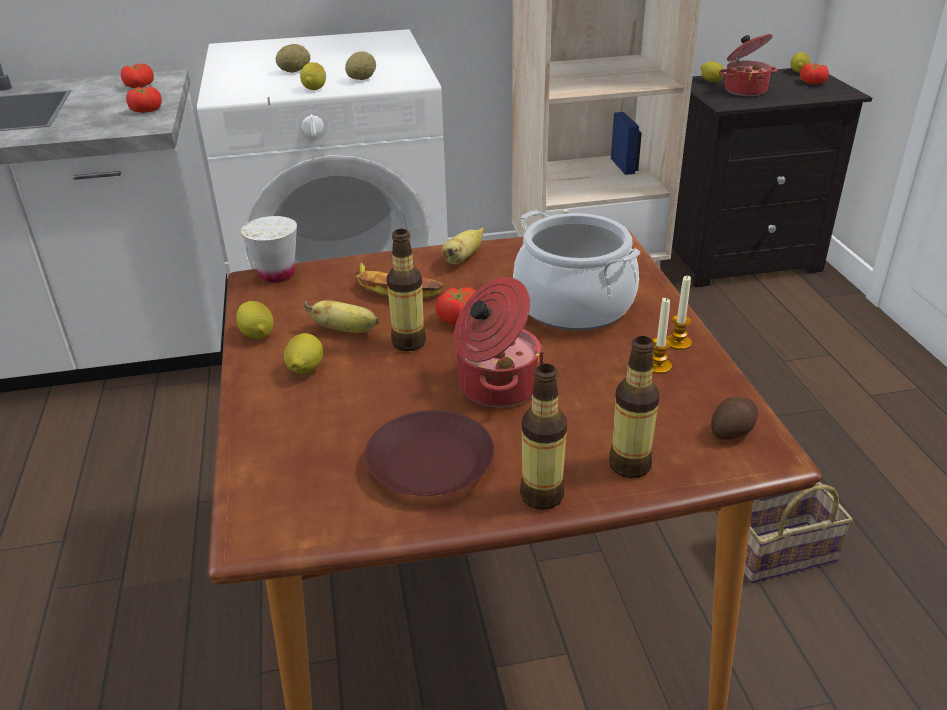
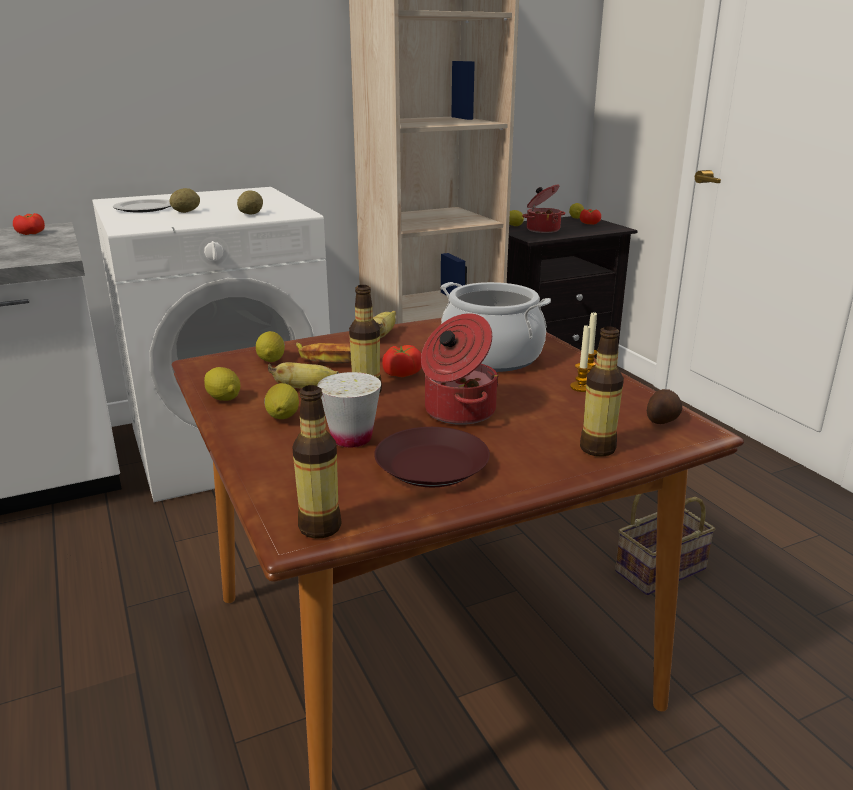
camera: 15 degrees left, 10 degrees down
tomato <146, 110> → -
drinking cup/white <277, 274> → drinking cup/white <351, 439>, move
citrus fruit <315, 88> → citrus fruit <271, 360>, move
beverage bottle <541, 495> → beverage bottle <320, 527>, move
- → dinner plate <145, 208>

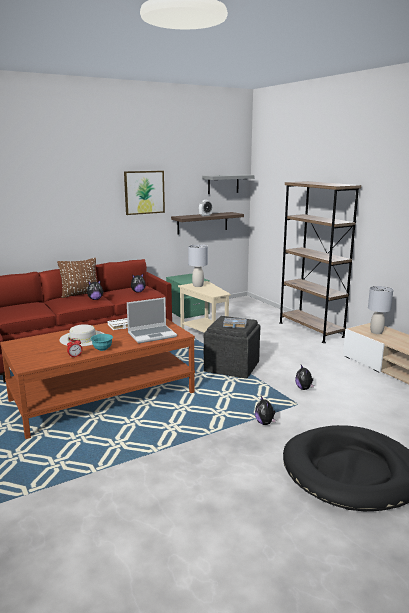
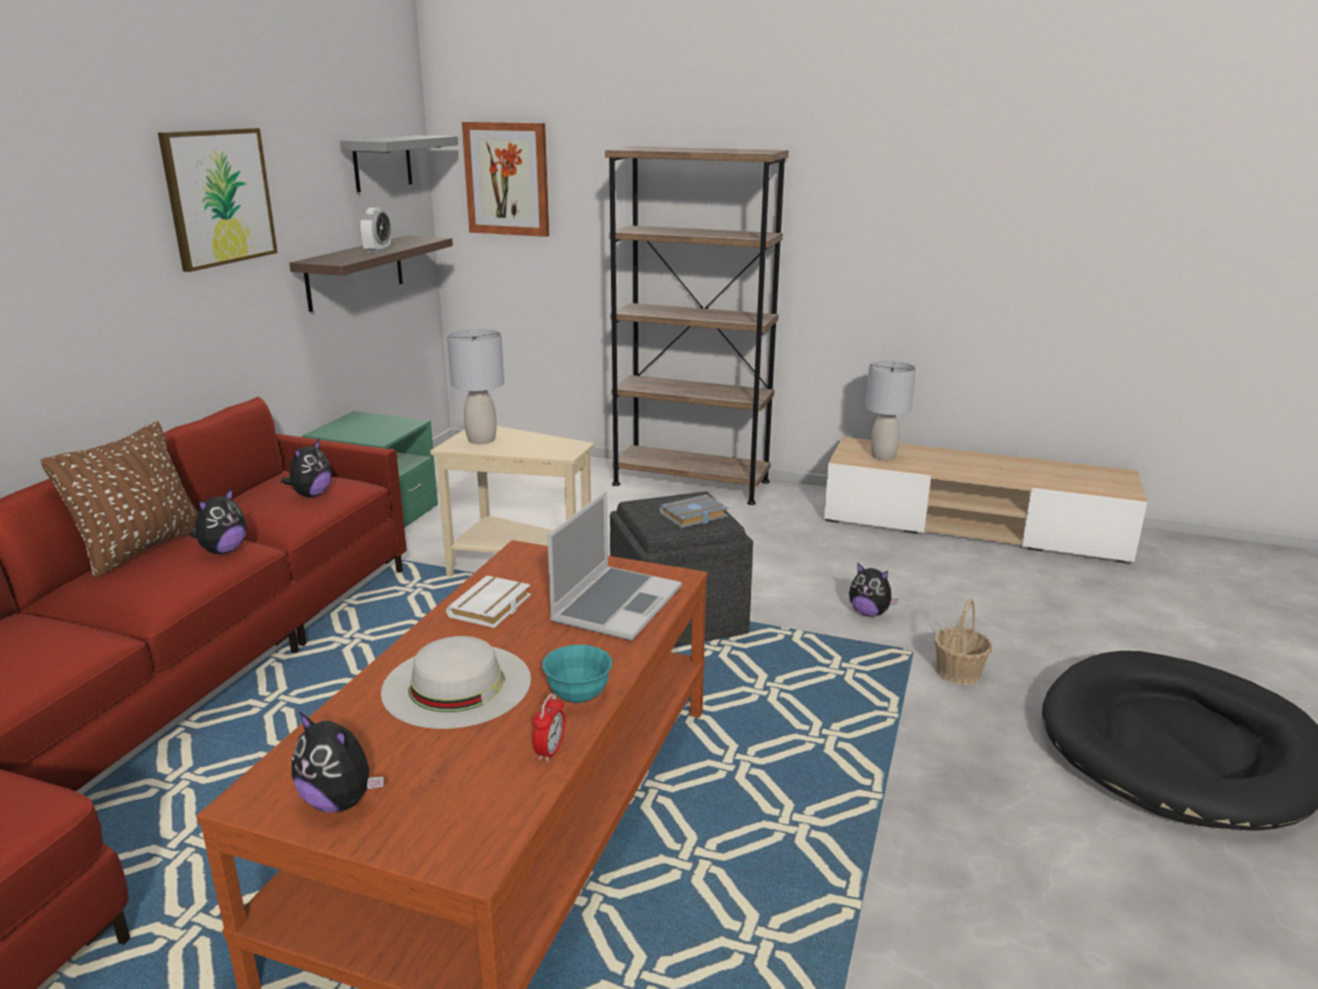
camera: 40 degrees left, 5 degrees up
cuddly toy <265, 423> → cuddly toy <340, 801>, move
- → wall art <507, 179>
- → household basket <958, 672>

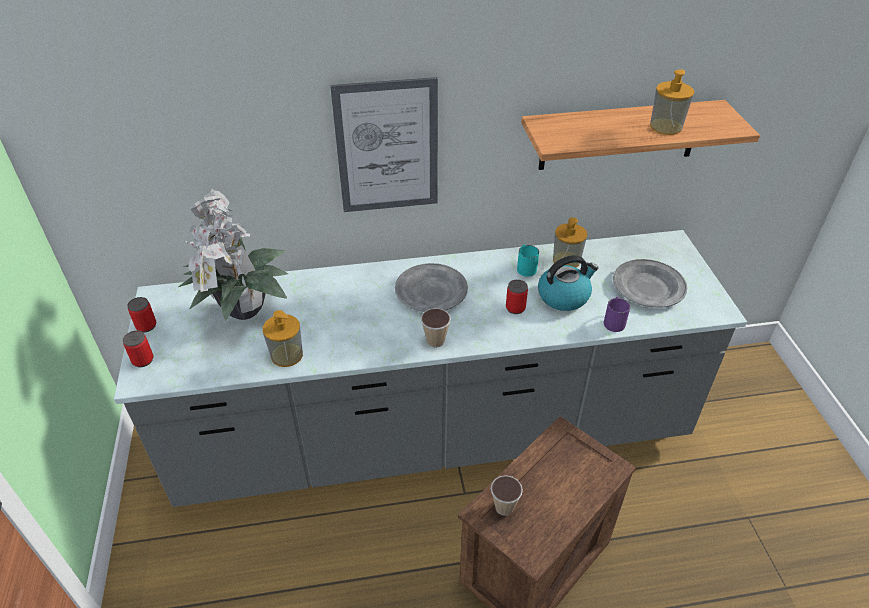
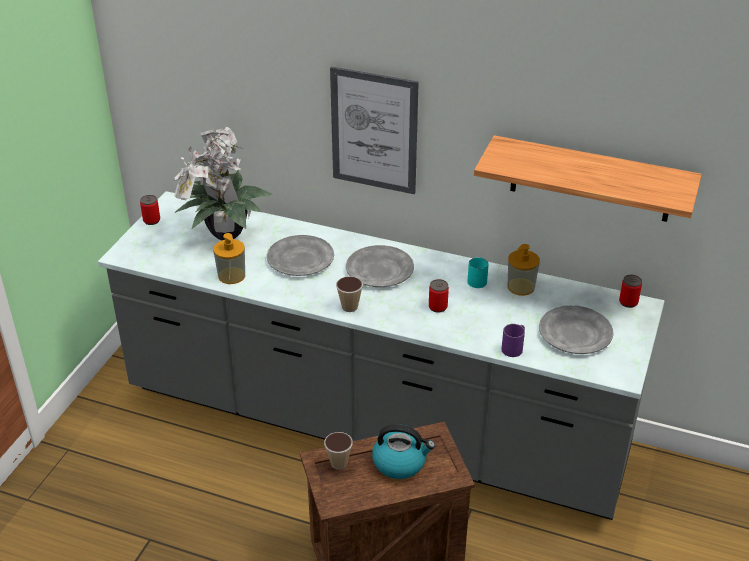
camera: 30 degrees right, 5 degrees down
metal can <143, 360> → metal can <628, 302>, move
tea kettle <564, 296> → tea kettle <400, 462>, move
soap bottle <666, 127> → -
- → dinner plate/greyish <300, 259>

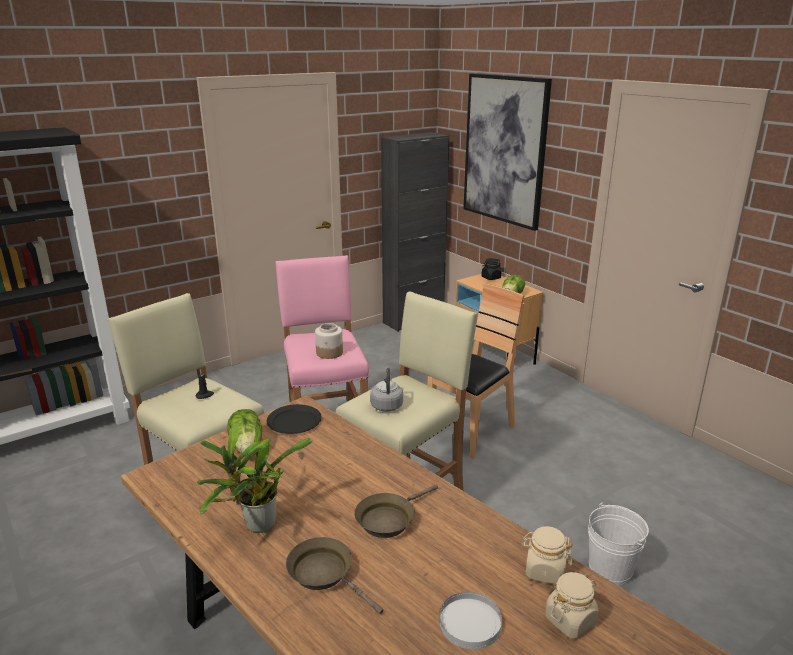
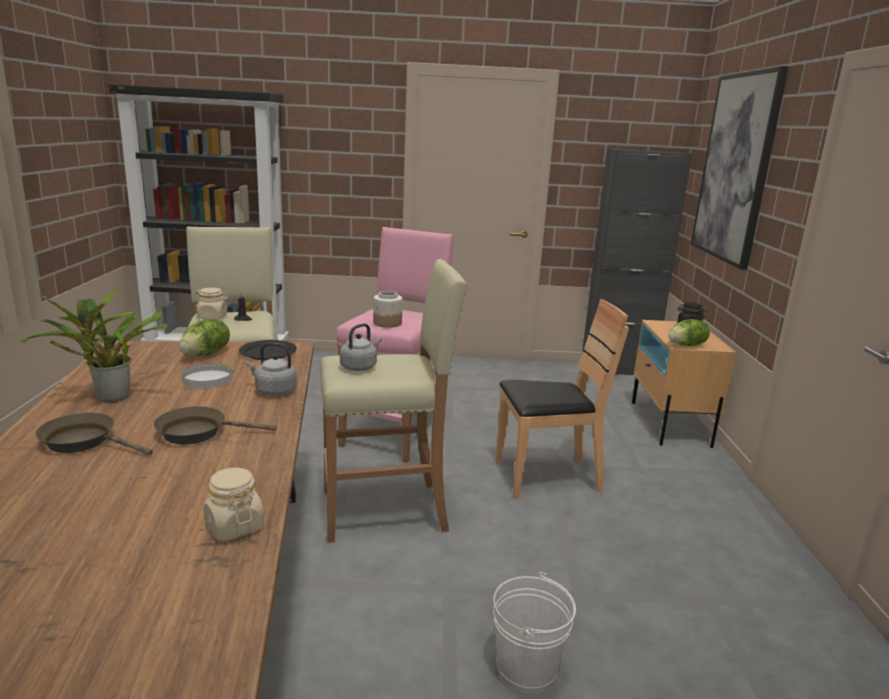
camera: 35 degrees right, 5 degrees down
frying pan/brown-coloured <325, 574> → frying pan/brown-coloured <84, 441>, 60 degrees counterclockwise
dinner plate/white <470, 623> → dinner plate/white <207, 378>, move
preserve jar/sand-coloured <570, 620> → preserve jar/sand-coloured <212, 317>, move
- → tea kettle/greyish <273, 391>

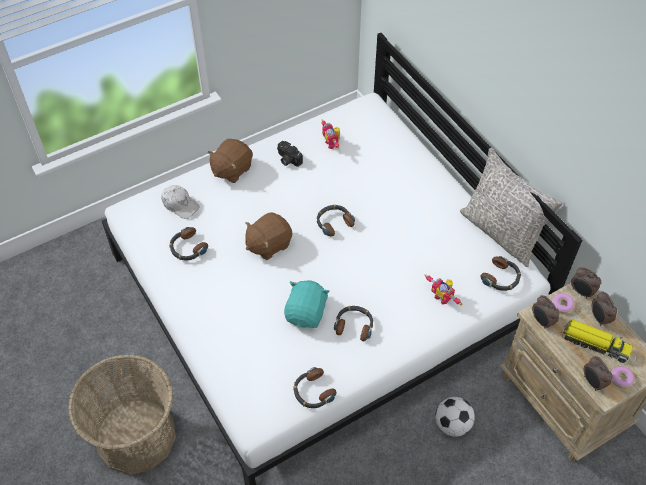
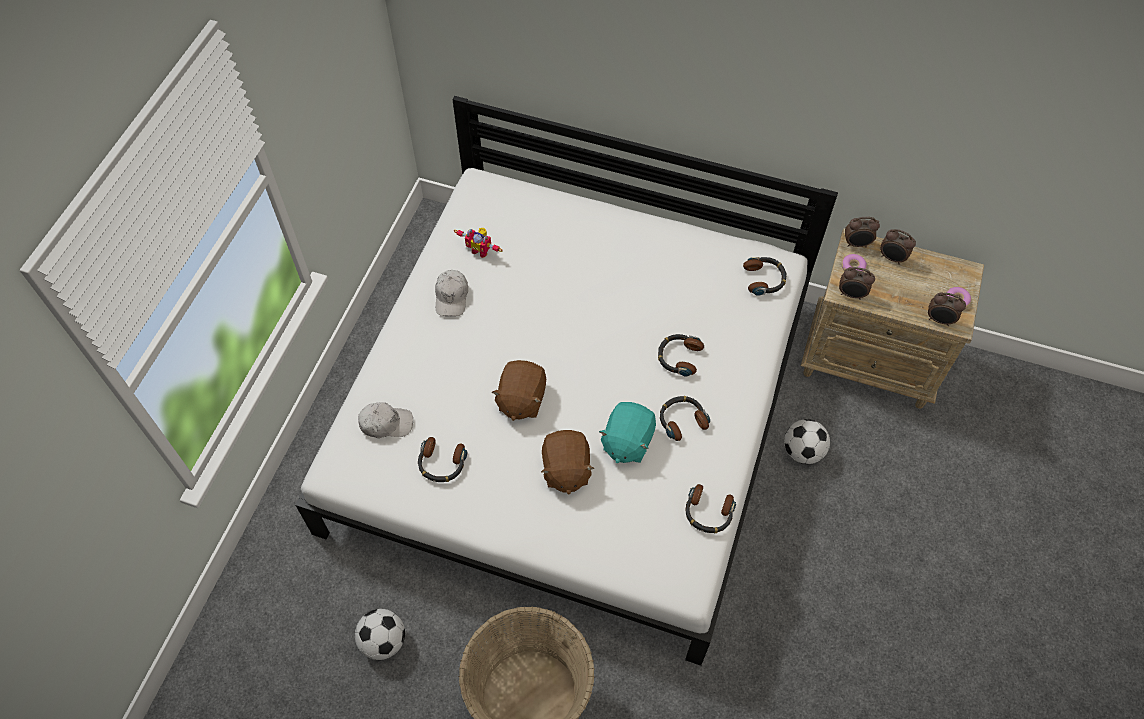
camera: 40 degrees left, 5 degrees up
cuddly toy/brown-coloured <231, 169> → cuddly toy/brown-coloured <565, 470>, move
still camera <287, 159> → baseball cap/white <452, 297>
cuddly toy/blue-green <306, 313> → cuddly toy/blue-green <627, 442>, 135 degrees counterclockwise
headset <334, 222> → headset <678, 357>, move
model robot <443, 297> → -
throw pillow/greyish <501, 232> → -
model truck <594, 344> → -
- → ball for football <383, 641>

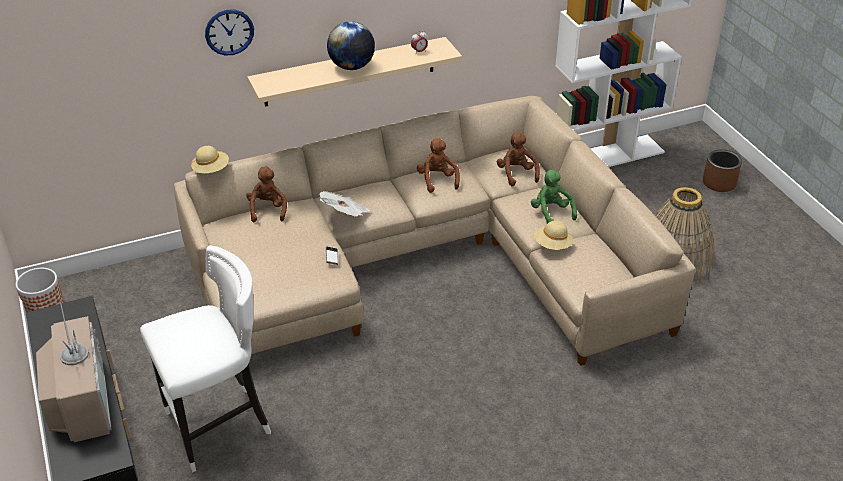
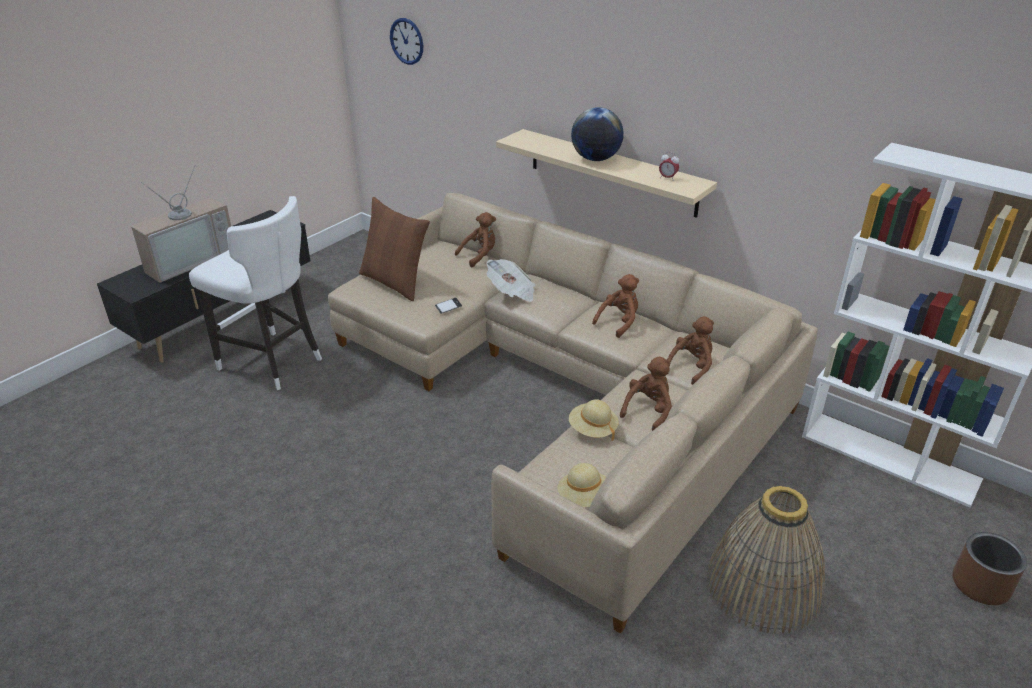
camera: 60 degrees right, 5 degrees down
planter <44, 306> → -
wearable hat/sand-coloured <211, 170> → wearable hat/sand-coloured <584, 498>, move
clock on the wall <229, 32> → clock on the wall <407, 41>, move
cuddly toy/green <551, 213> → cuddly toy/brown-coloured <648, 411>
- → throw pillow/brown-coloured <394, 283>

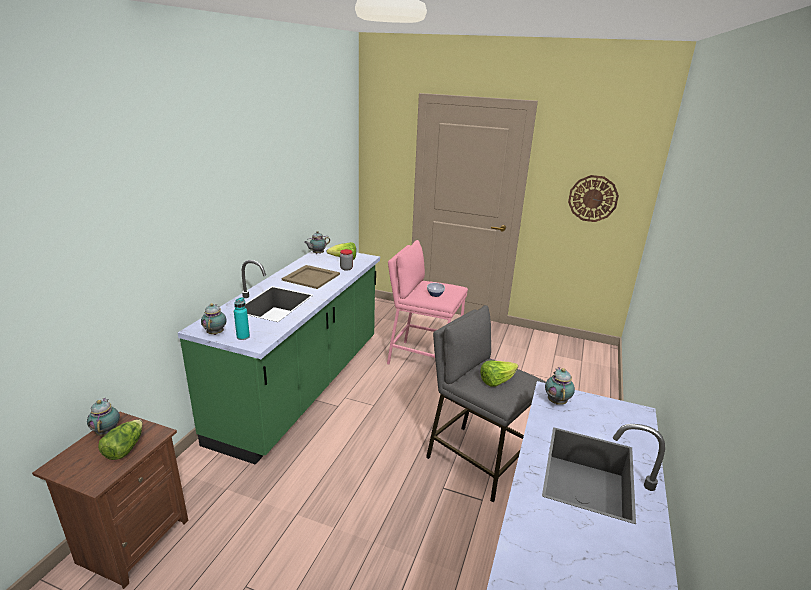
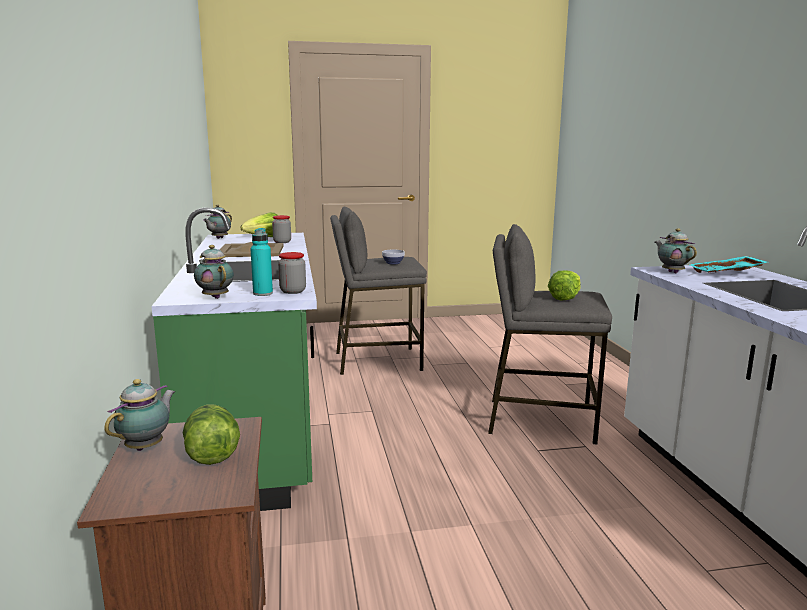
camera: 30 degrees left, 10 degrees down
teapot <107, 431> → teapot <147, 446>, 75 degrees clockwise
sitting stool/pink <423, 359> → sitting stool/greyish <377, 361>
clock on the wall <593, 198> → -
- → preserve jar <293, 291>
- → carrying tray/blue-green <727, 273>

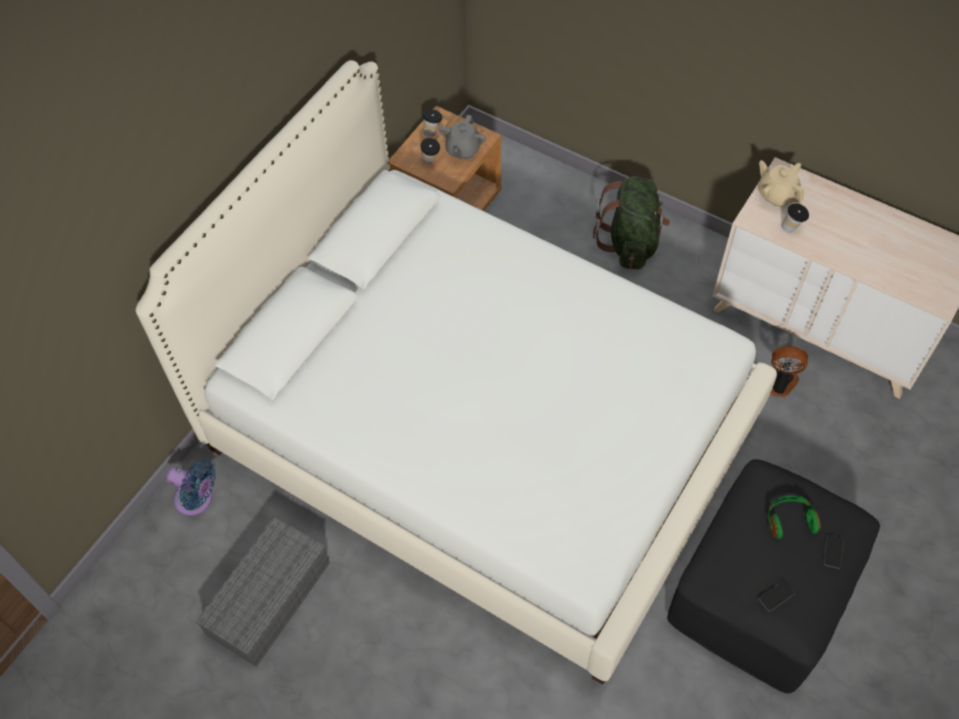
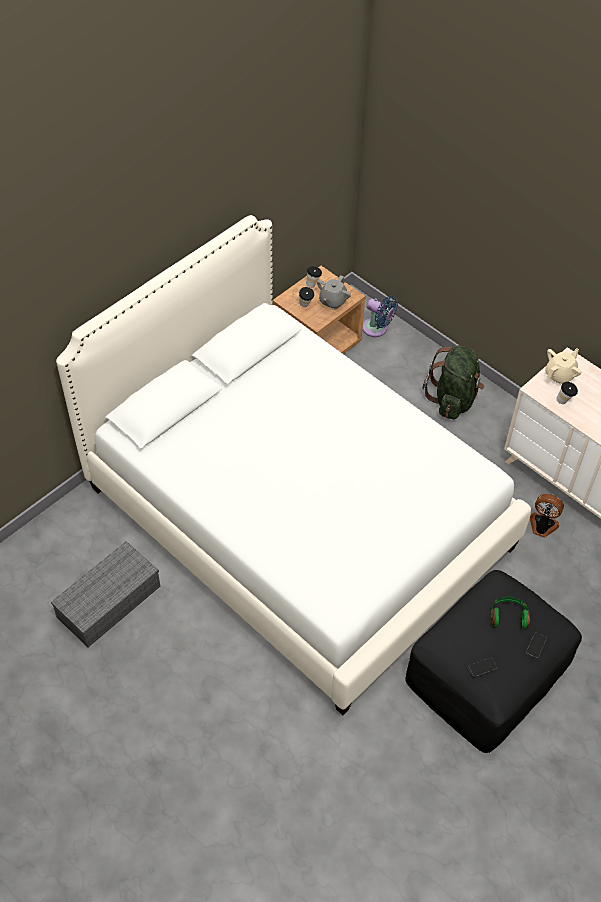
camera: 10 degrees right, 5 degrees down
cooling fan/bluish <197, 500> → cooling fan/bluish <377, 329>, move
teapot/sand-coloured <776, 195> → teapot/sand-coloured <560, 375>, 75 degrees clockwise

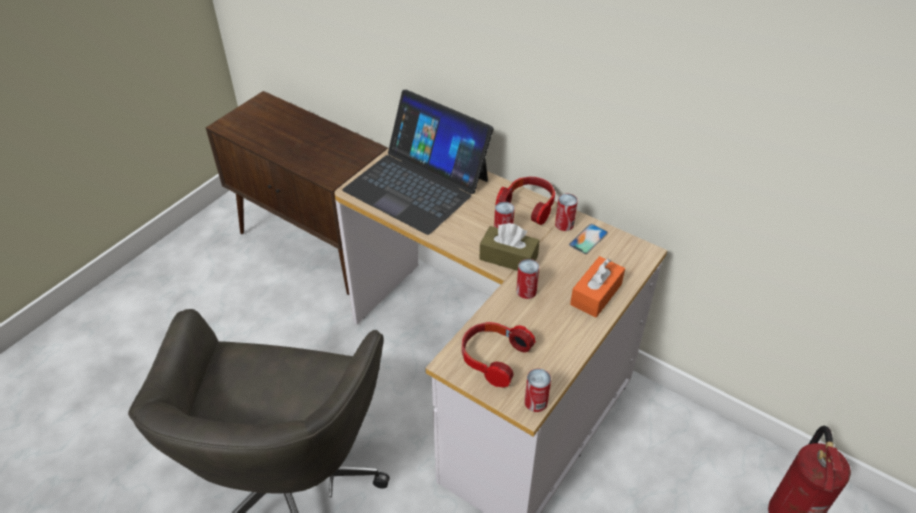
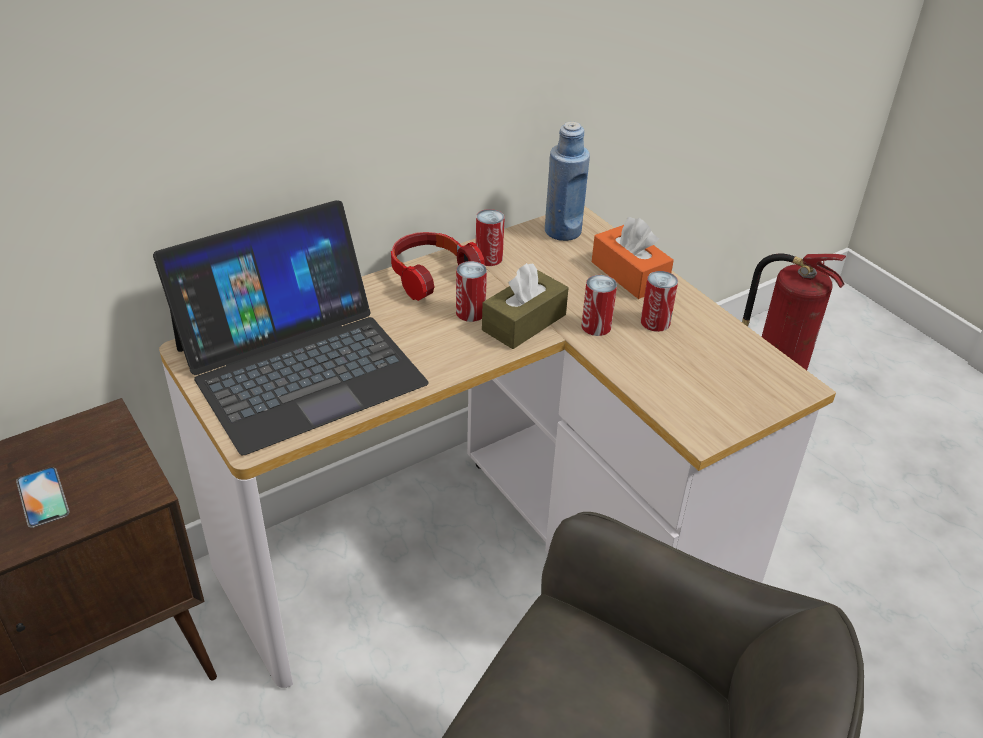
camera: 70 degrees left, 5 degrees down
headset <493, 357> → -
metal can <536, 402> → metal can <655, 322>, move
phone <588, 239> → phone <42, 497>, move
- → beverage bottle/bluish <563, 231>

